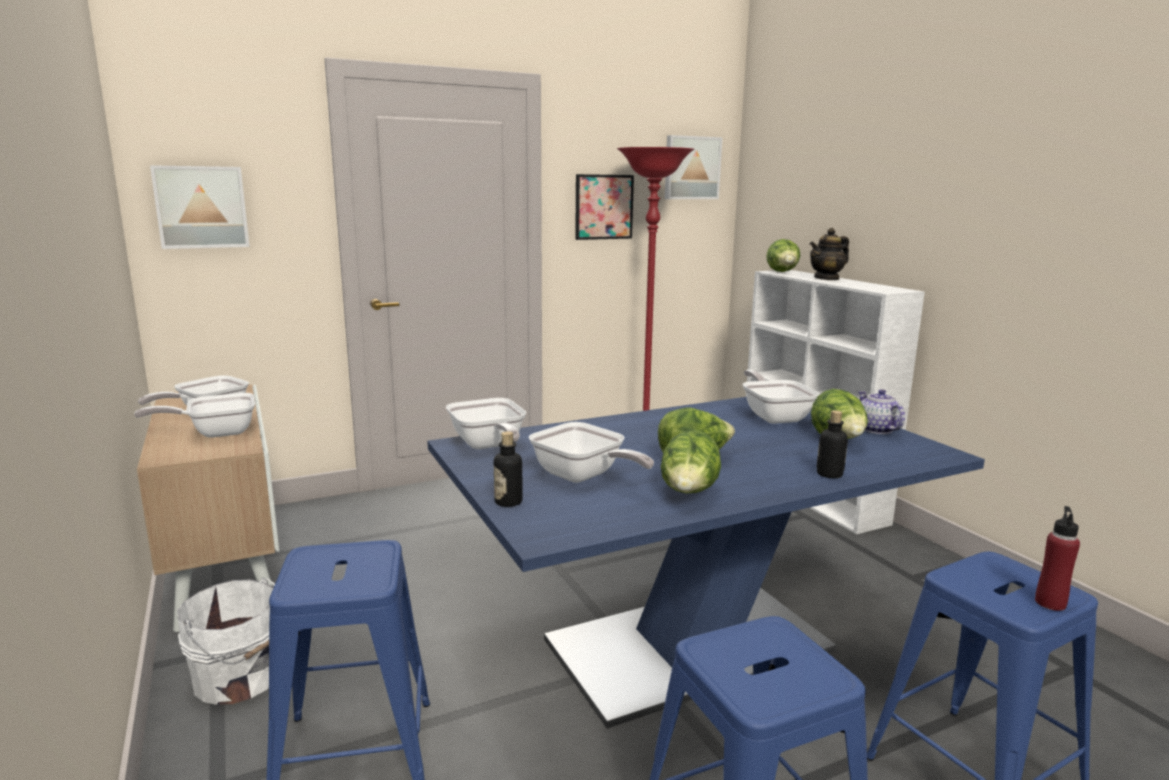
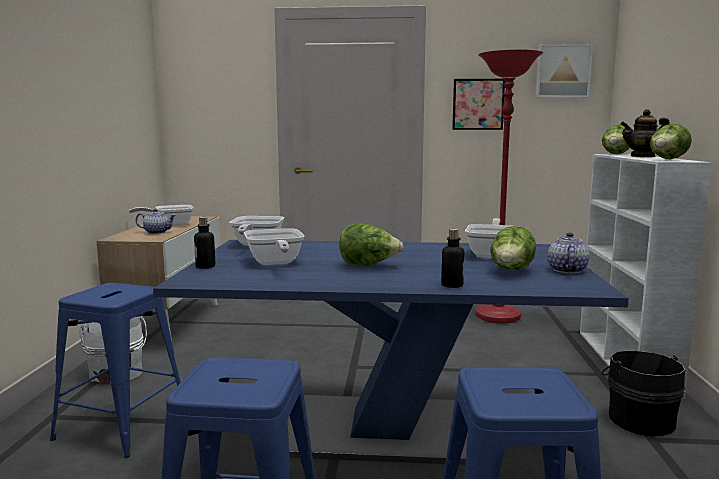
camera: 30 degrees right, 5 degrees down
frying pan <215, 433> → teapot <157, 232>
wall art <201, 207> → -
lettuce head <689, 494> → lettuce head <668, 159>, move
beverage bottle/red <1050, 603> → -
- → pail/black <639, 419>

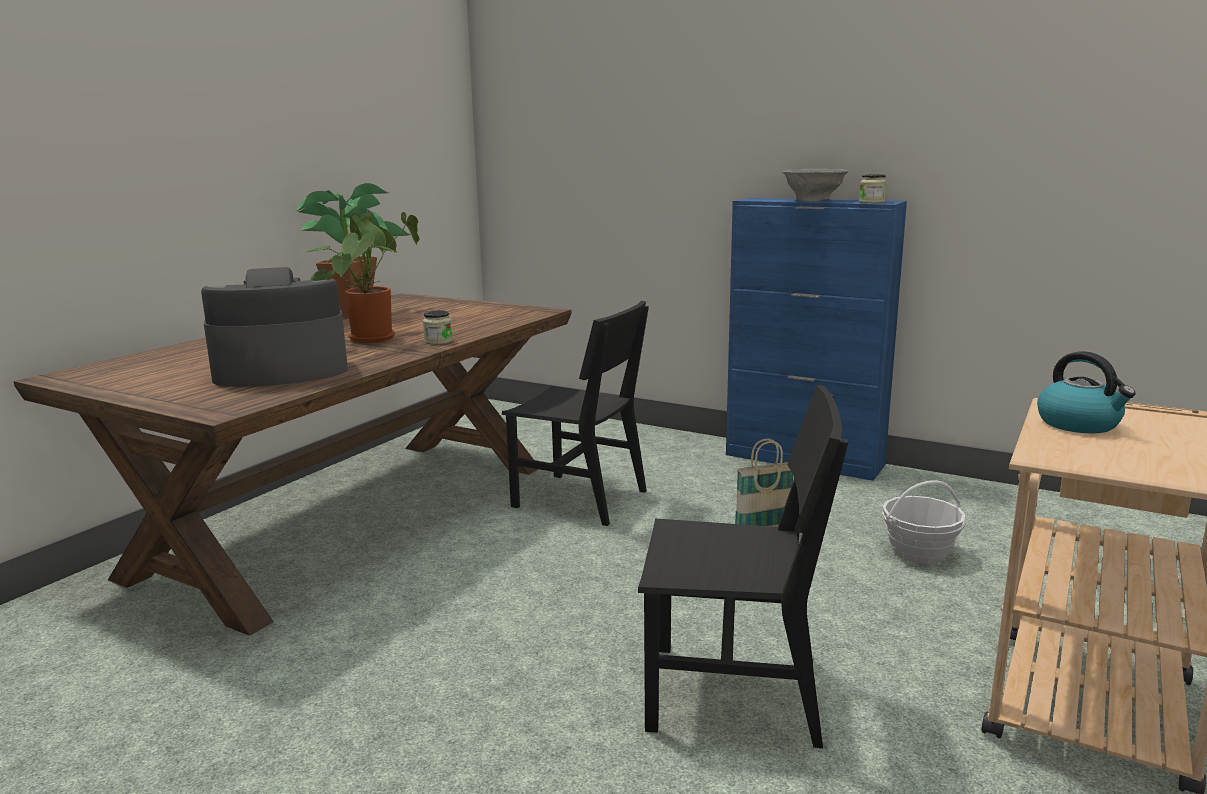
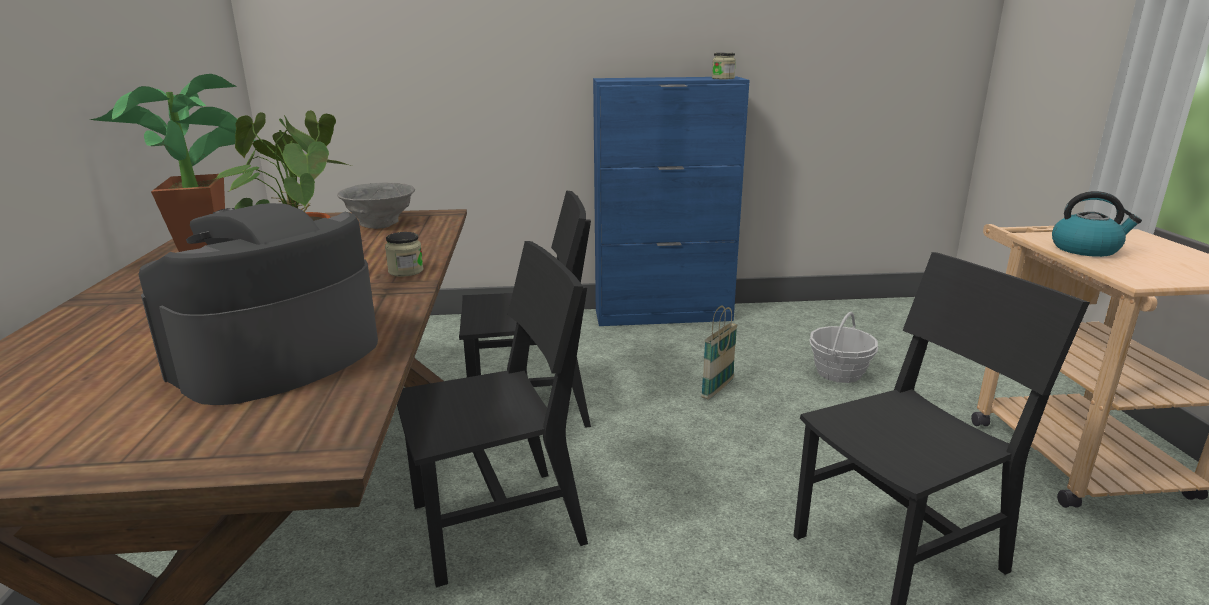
camera: 35 degrees left, 5 degrees up
serving bowl/greyish <813, 200> → serving bowl/greyish <380, 223>, move
- → chair/black <498, 524>

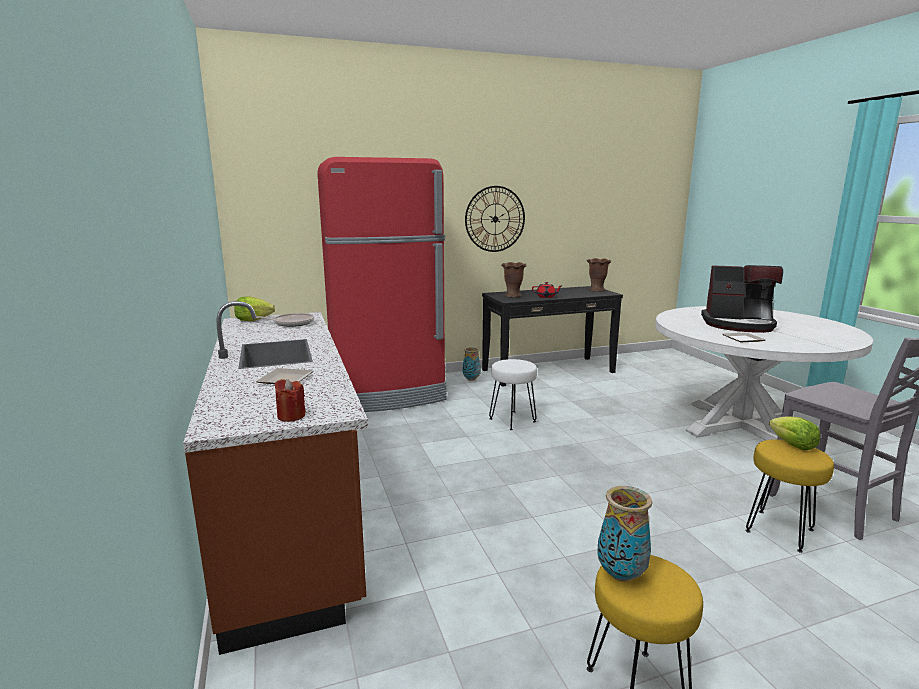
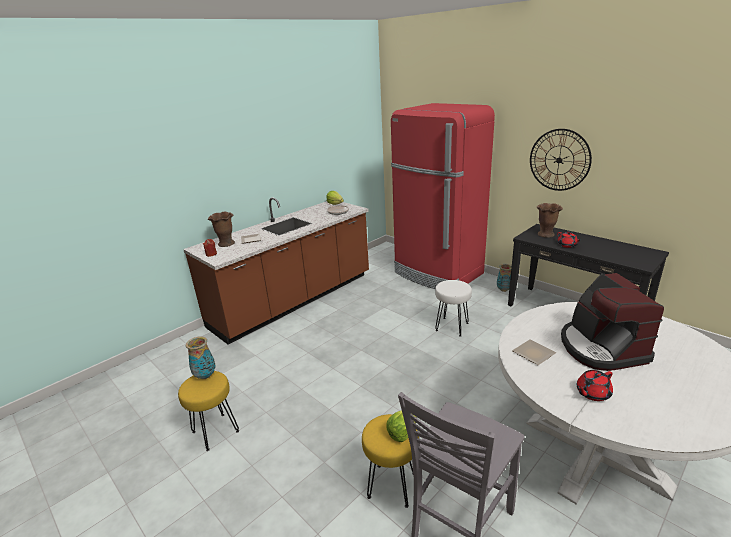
camera: 65 degrees right, 10 degrees up
decorative vase/brown-coloured <596, 290> → decorative vase/brown-coloured <226, 244>, move
- → teapot/red <592, 393>

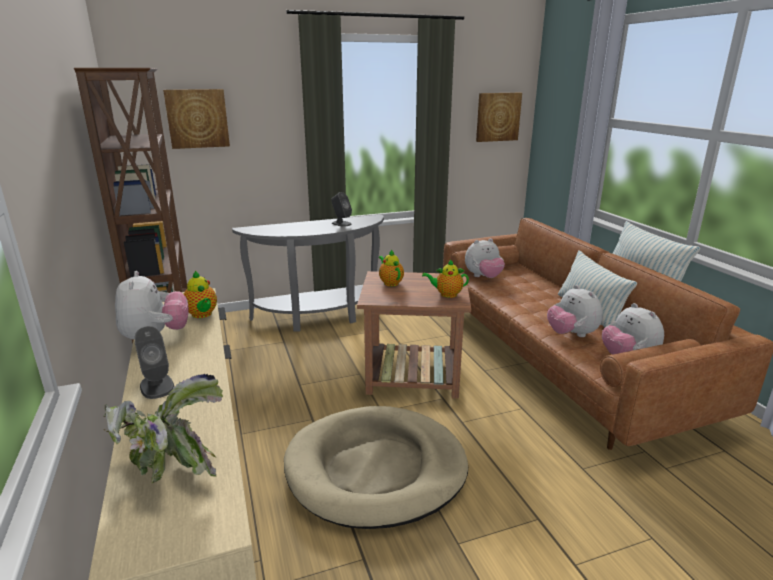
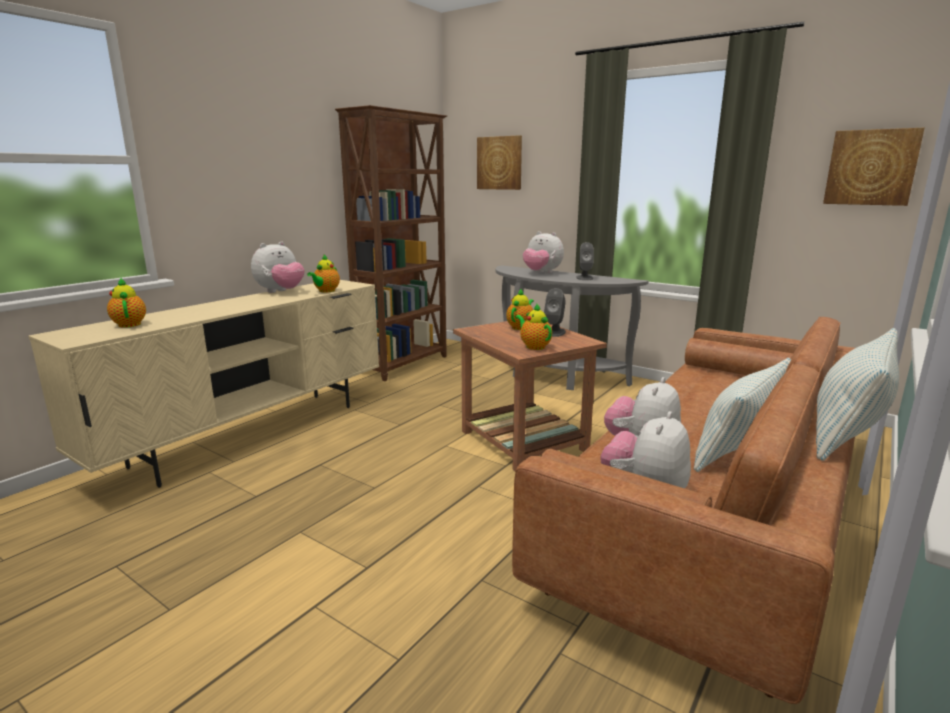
camera: 55 degrees right, 5 degrees down
potted plant <169, 469> → teapot <129, 324>
loudspeaker/greyish <157, 386> → loudspeaker/greyish <554, 332>, move
dog cushion/sand-coloured <376, 469> → -
cuddly toy <483, 277> → cuddly toy <541, 273>, move

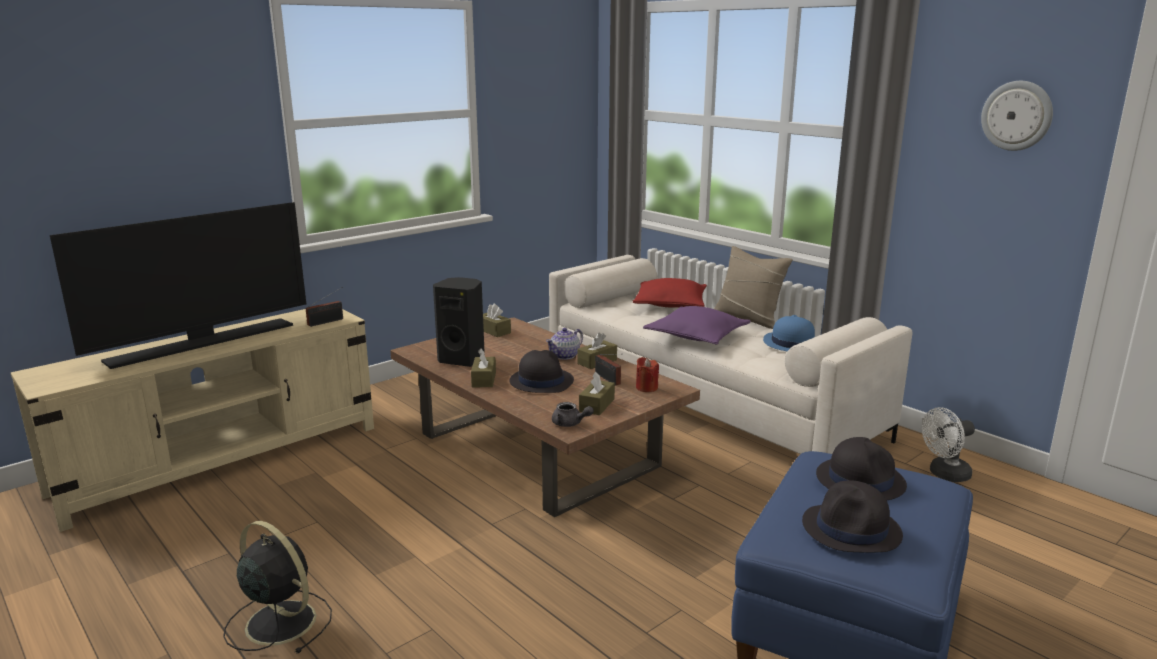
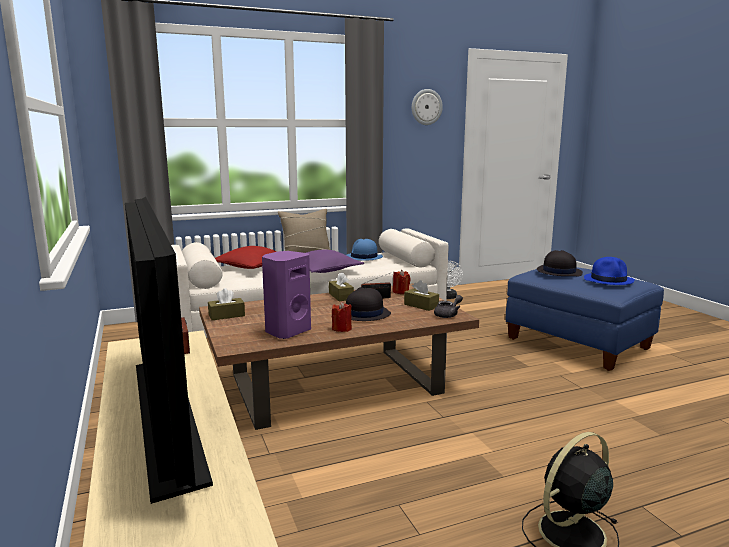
camera: 70 degrees left, 5 degrees down
loudspeaker/black <463, 360> → loudspeaker/purple <287, 331>
box of tissues/brown-coloured <484, 379> → wax light/red <342, 329>
teapot <565, 356> → -
wearable hat/black <852, 529> → wearable hat/bluish <609, 280>

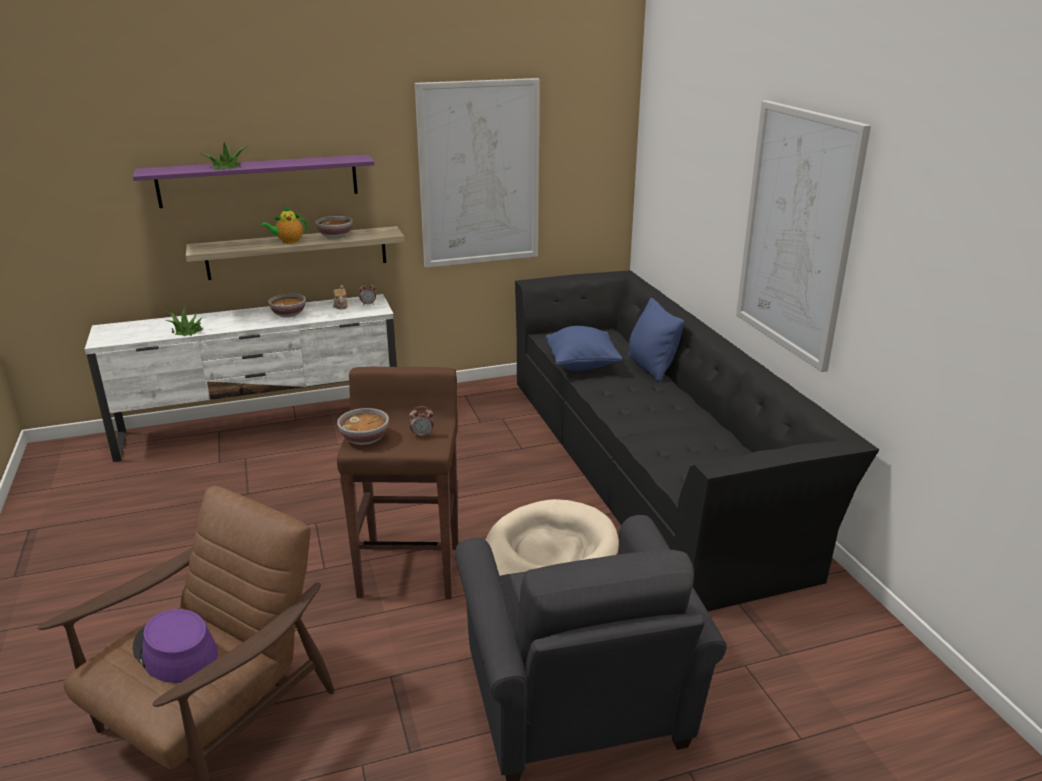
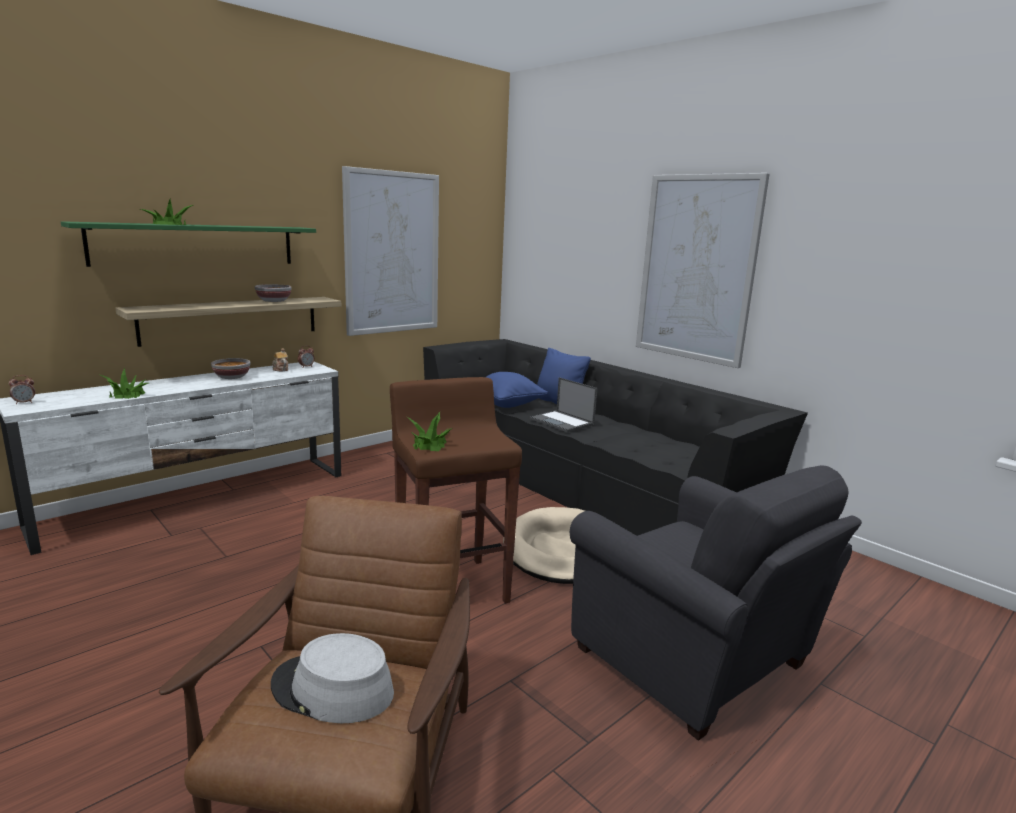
camera: 25 degrees left, 10 degrees down
shelf/purple <258, 181> → shelf/green <196, 245>
wearable hat/purple <175, 651> → wearable hat/greyish <332, 689>
teapot <288, 241> → -
serving bowl <365, 438> → potted plant <430, 444>
bedside clock <422, 435> → bedside clock <24, 403>, move
- → laptop <562, 422>

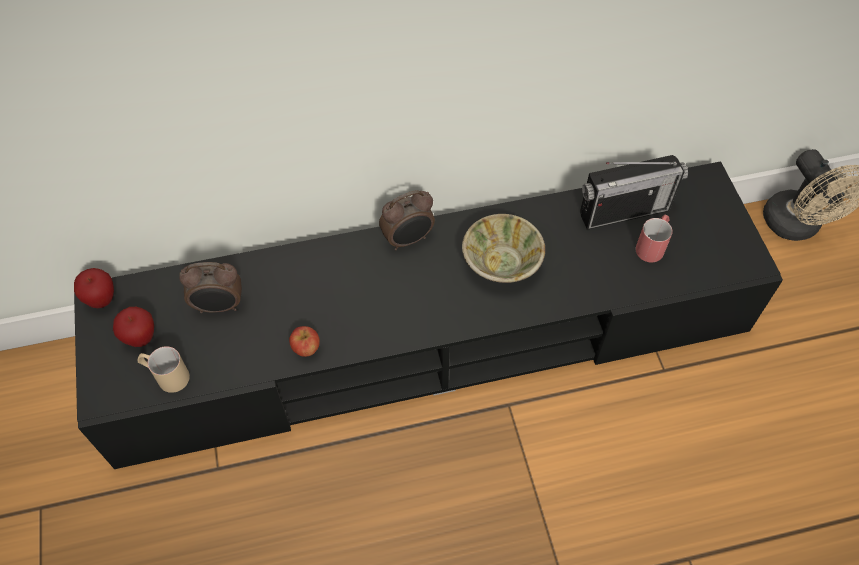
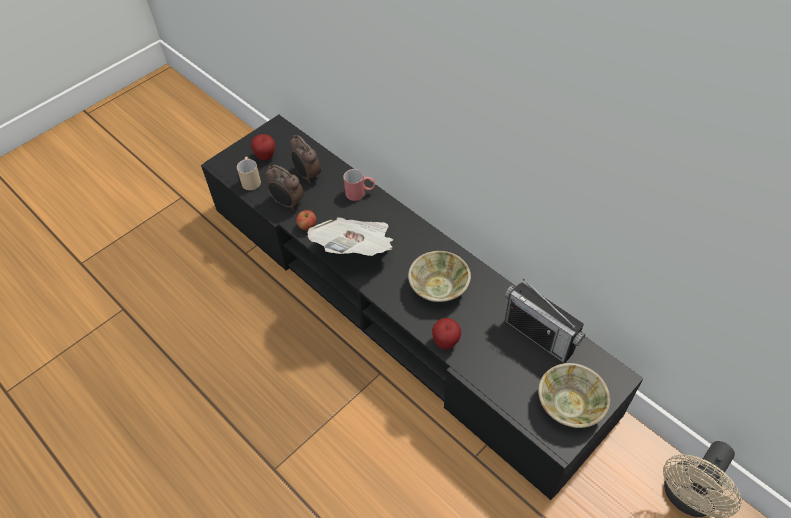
camera: 60 degrees right, 5 degrees down
apple fruit <101, 299> → apple fruit <445, 342>, move
bedside clock <408, 240> → bedside clock <287, 203>, move
mug/red <652, 245> → mug/red <360, 193>, move
- → printed paper <356, 249>
- → serving bowl/sand-coloured <570, 405>

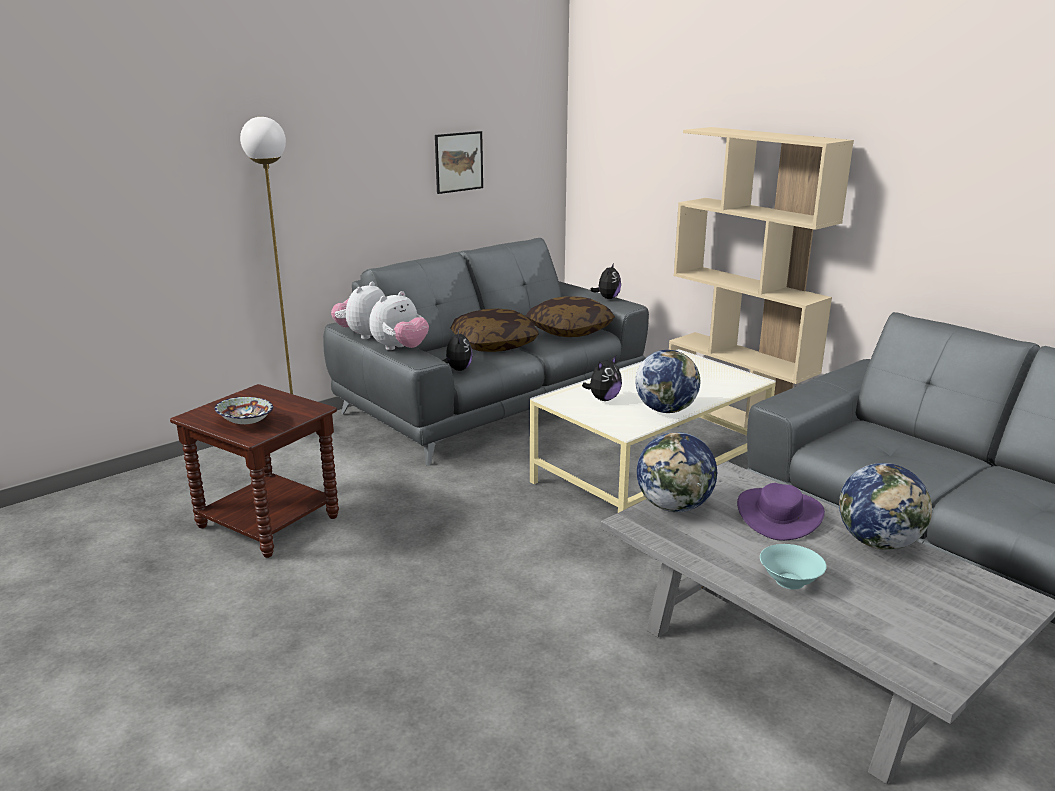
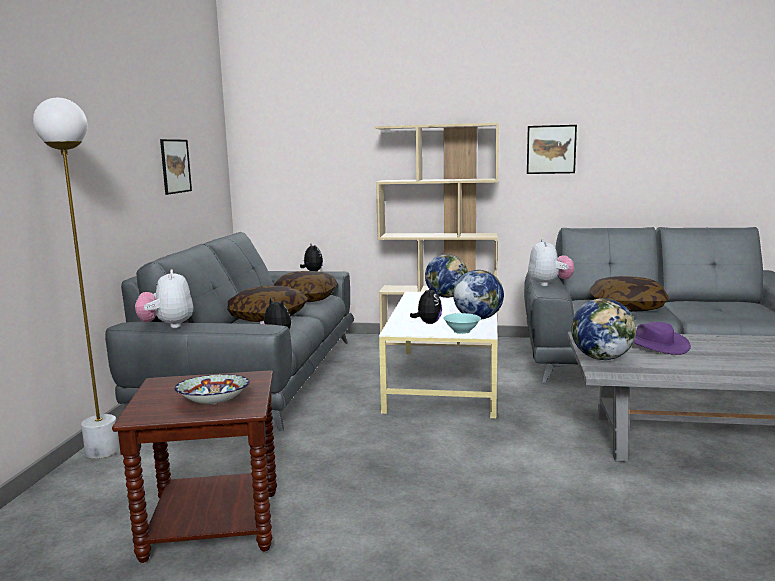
camera: 40 degrees left, 10 degrees down
cuddly toy <400, 349> → cuddly toy <549, 284>, move
serving bowl/blue-green <789, 581> → serving bowl/blue-green <462, 331>, move
desk globe <878, 543> → desk globe <447, 297>, move
- → wall art <551, 149>
- → throw pillow <627, 307>

